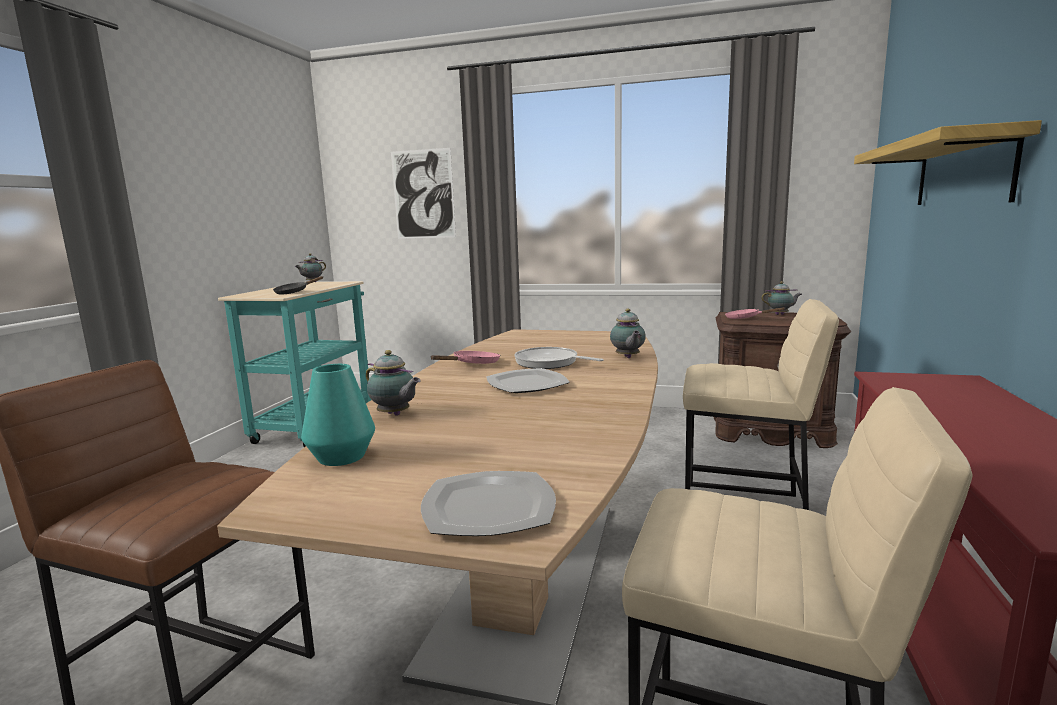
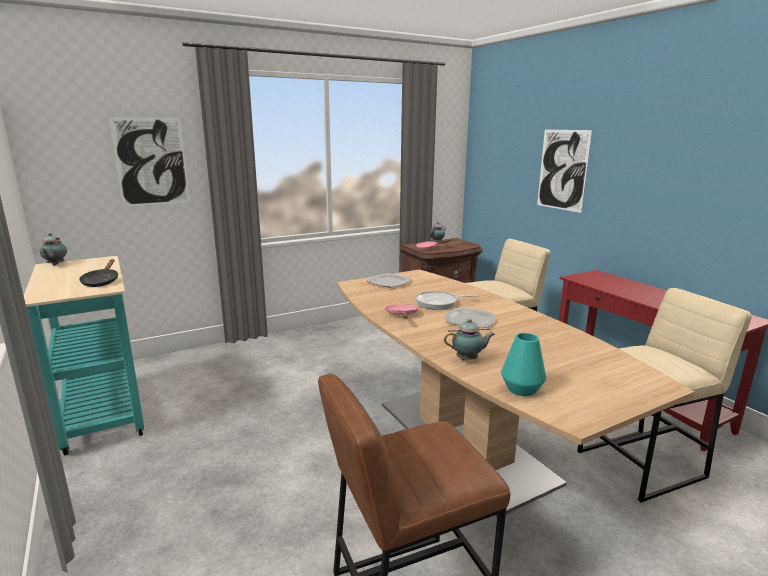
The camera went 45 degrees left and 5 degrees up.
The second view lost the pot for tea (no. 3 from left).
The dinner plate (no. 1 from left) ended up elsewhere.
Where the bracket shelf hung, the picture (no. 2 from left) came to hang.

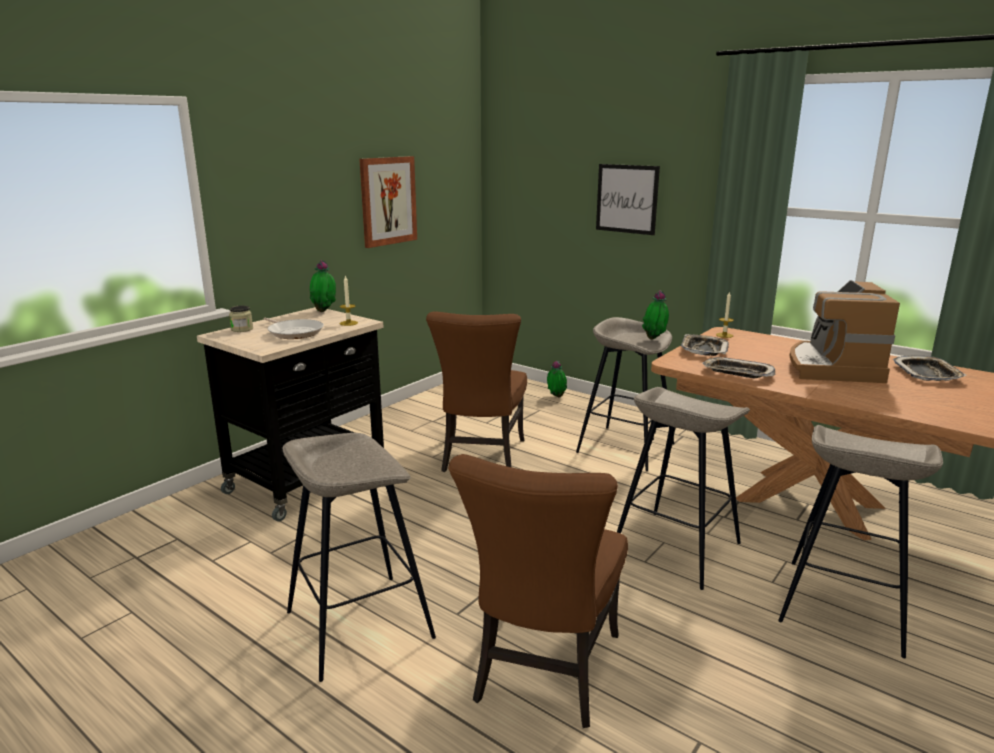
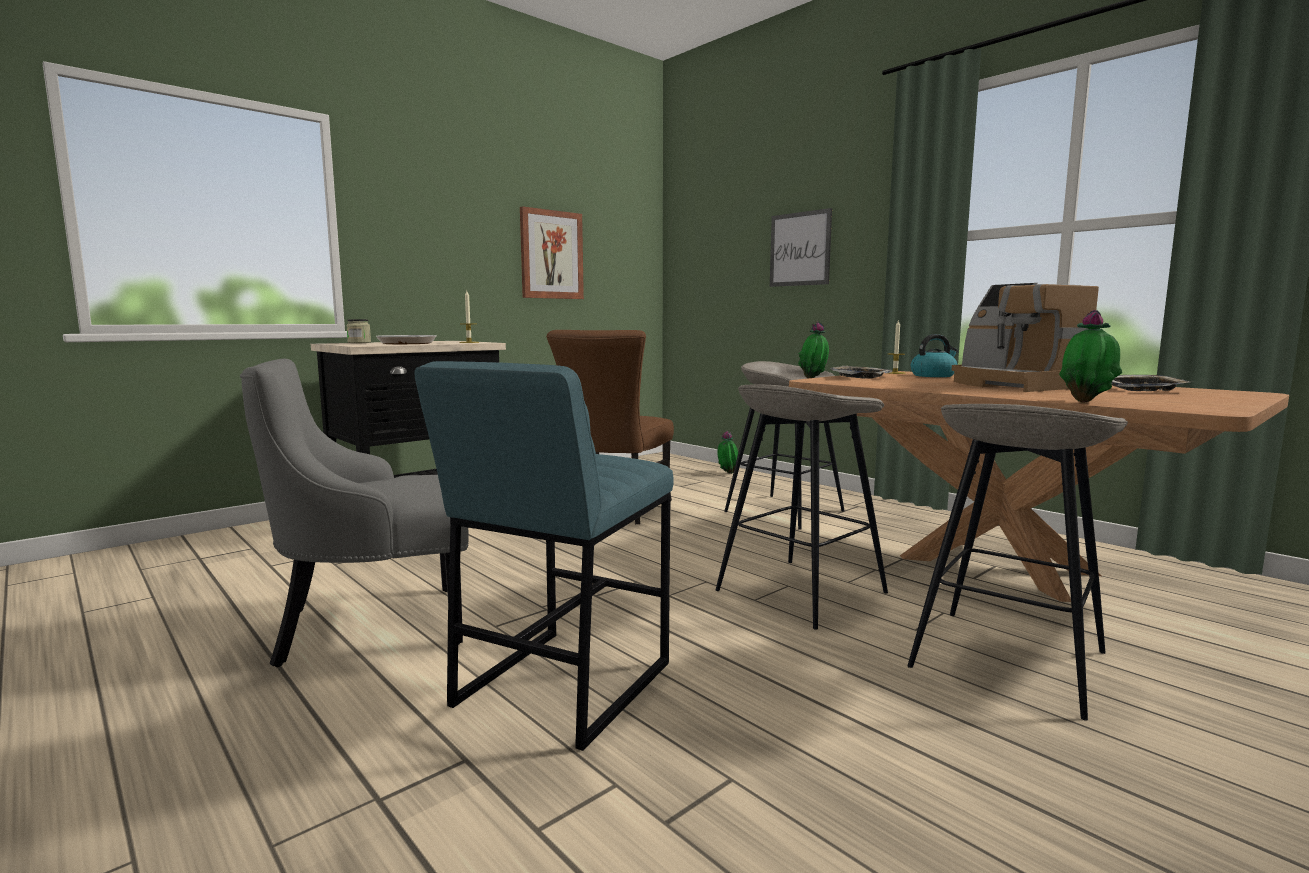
The camera went 10 degrees right and 10 degrees down.
The second view lost the tray (no. 2 from left).
The second view gained the water kettle.
The plant in a pot (no. 1 from left in the first image) ended up elsewhere.
Where the gray sitting stool (no. 1 from left) stood, the gray plain chair came to stand.
Where the brown plain chair (no. 2 from left) stood, the blue sitting stool came to stand.
The coffee maker ended up facing another way, 45 degrees counterclockwise from before.

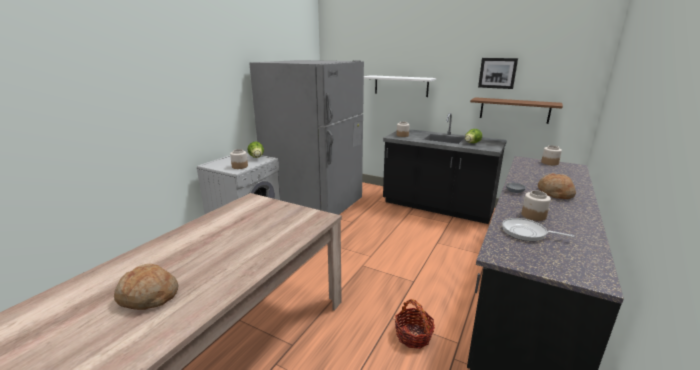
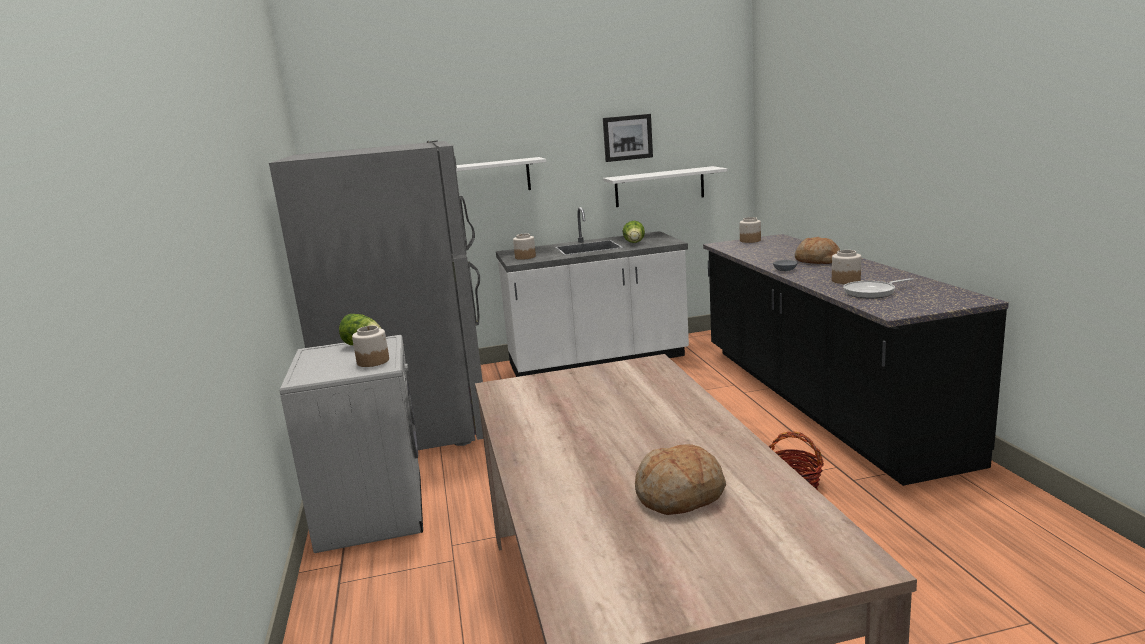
The camera went 40 degrees left and 5 degrees down.
What was the black kitchen counter (no. 1 from left) turned into the white kitchen counter.
What was the brown bracket shelf turned into the white bracket shelf (no. 2 from left).

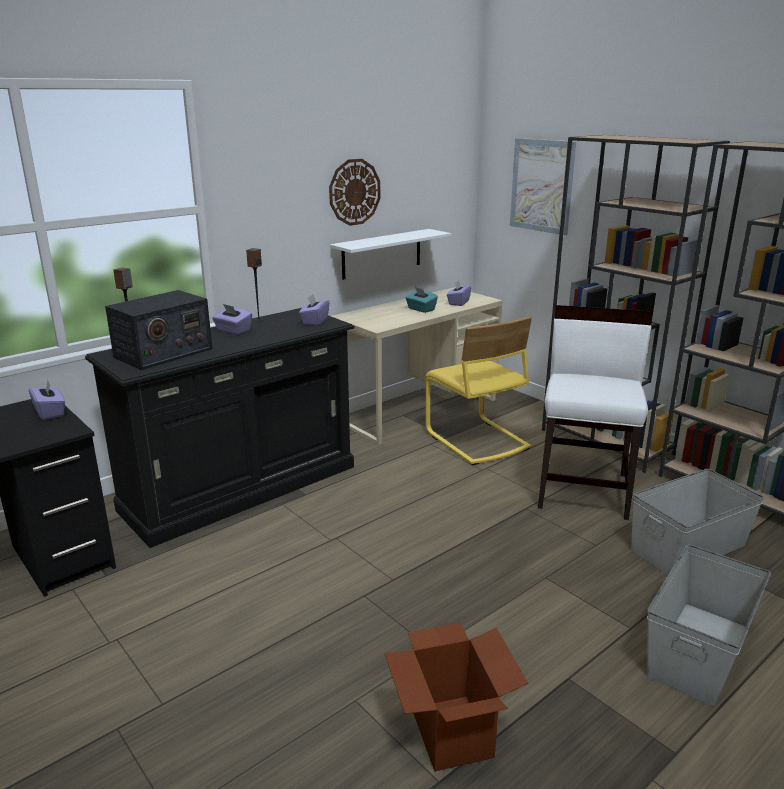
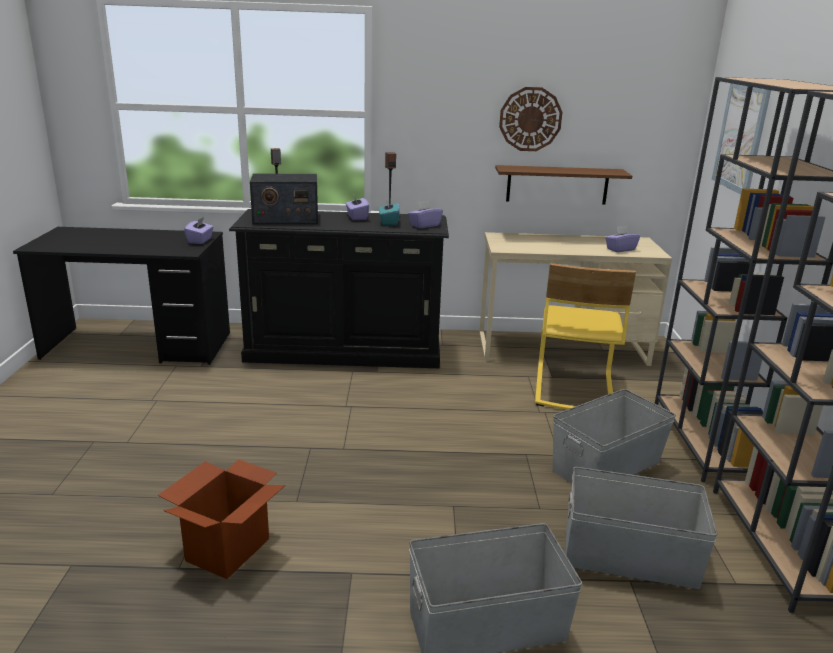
The camera went 40 degrees right and 0 degrees up.
The blue-green tissue holder ended up elsewhere.
Where the white plain chair stood, the gray storage bin (no. 2 from left) came to stand.
What was the white bracket shelf turned into the brown bracket shelf.

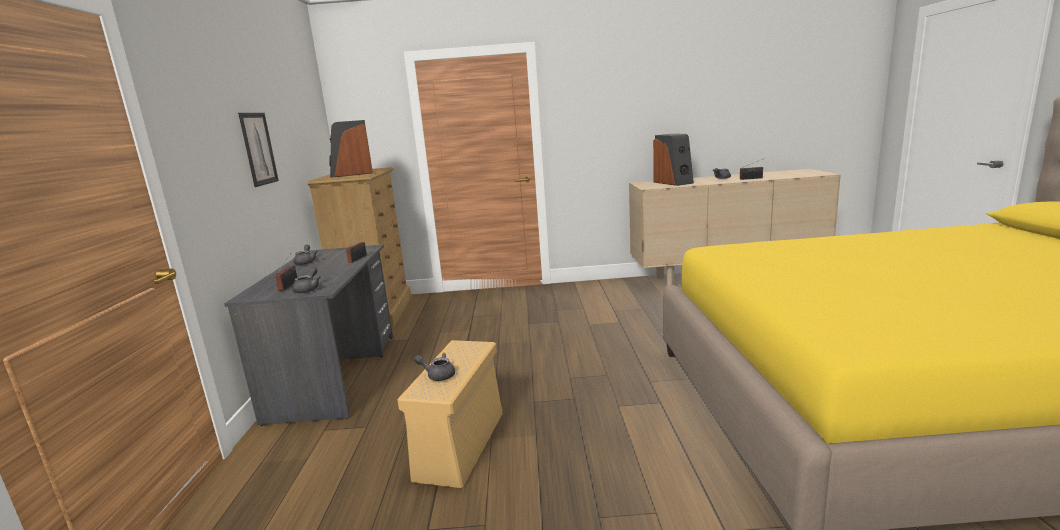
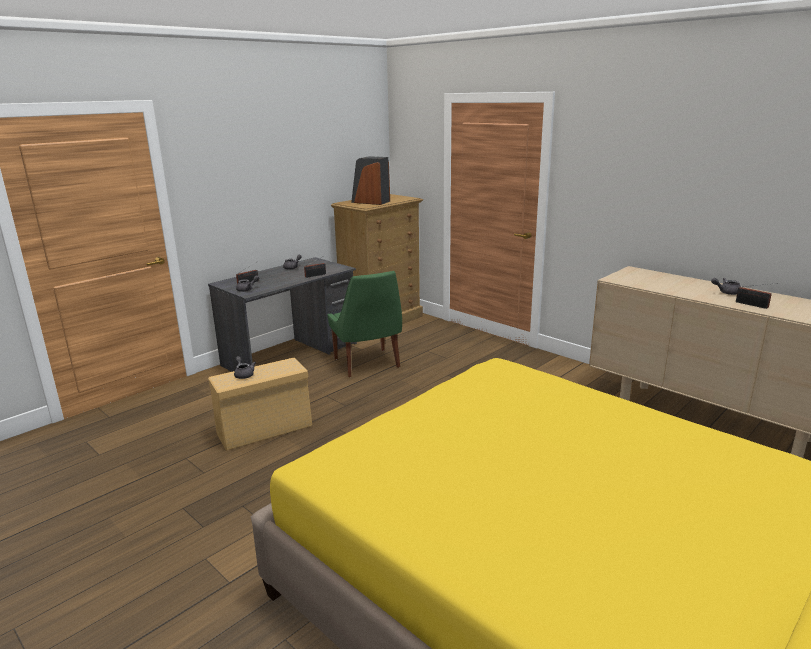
The camera went 45 degrees right and 5 degrees up.
The second view lost the picture.
The second view lost the loudspeaker (no. 2 from left).
The second view gained the green plain chair.

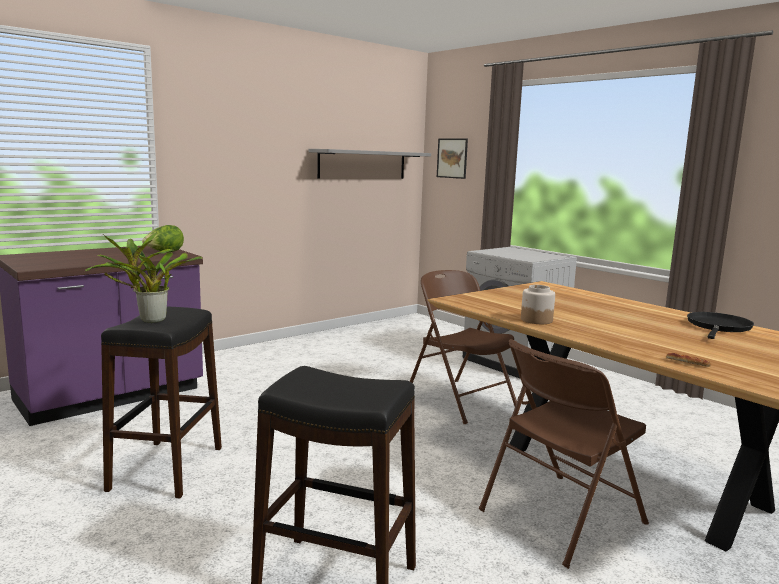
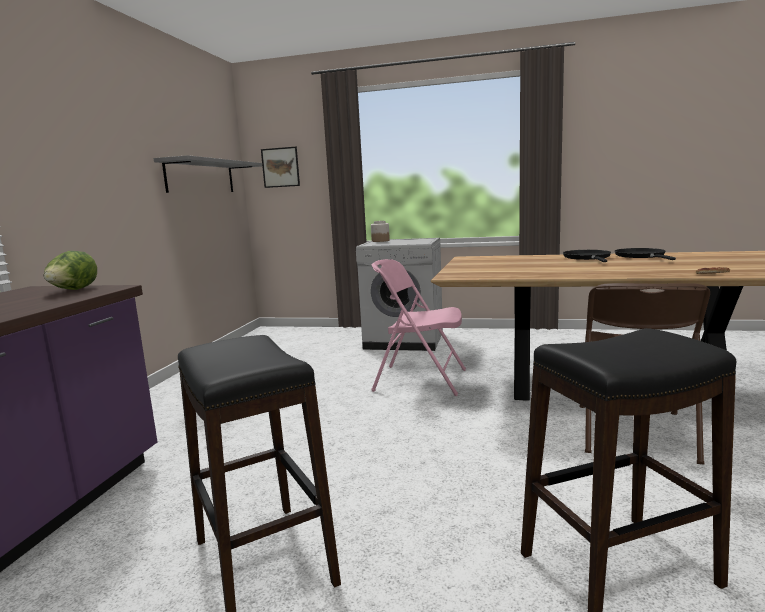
The camera went 35 degrees left and 0 degrees up.
The second view lost the plant in a pot.
The second view gained the black skillet (no. 1 from left).
The preserve jar ended up elsewhere.
What was the brown plain chair (no. 1 from left) turned into the pink-coloured plain chair.

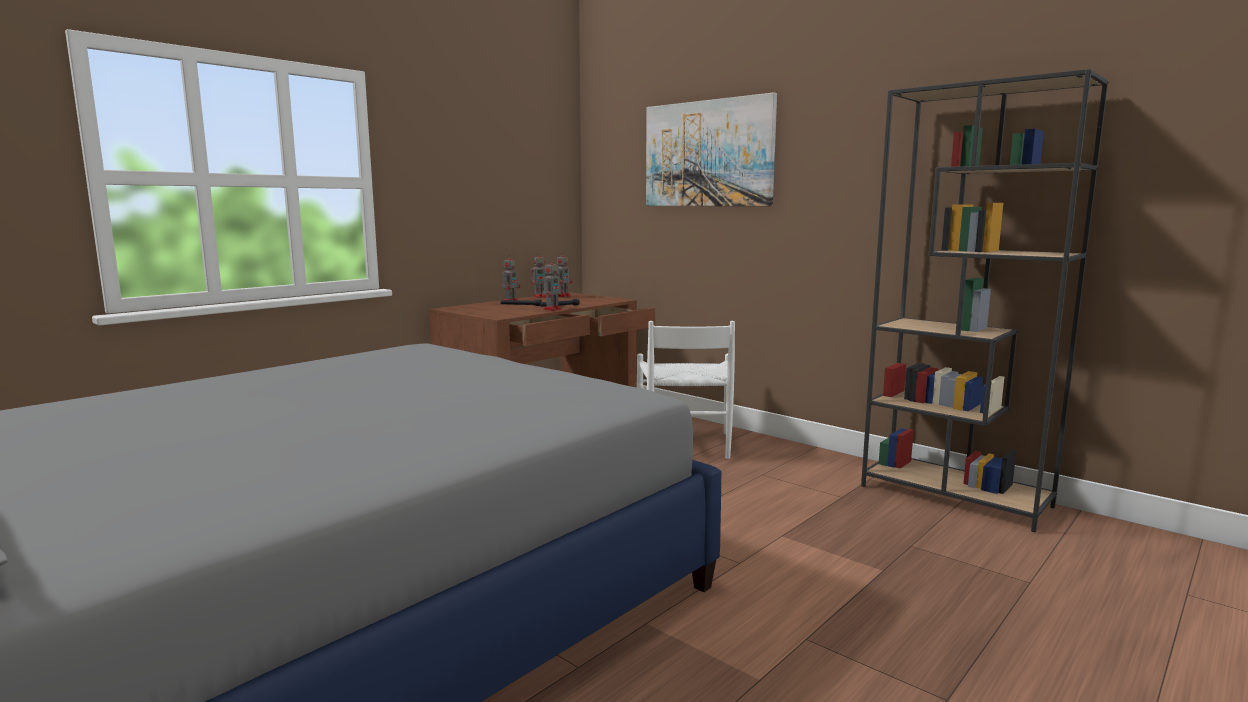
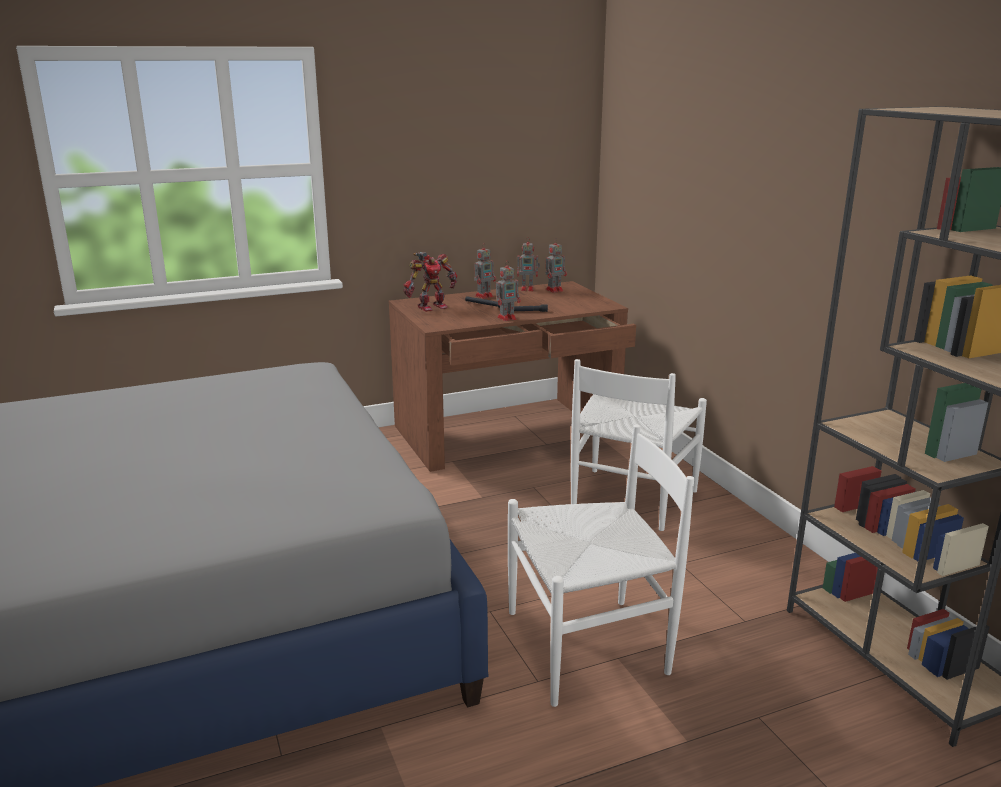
The camera went 25 degrees right and 10 degrees up.
The second view lost the picture.
The second view gained the robot figure (no. 1 from left).
The second view gained the white plain chair (no. 1 from left).

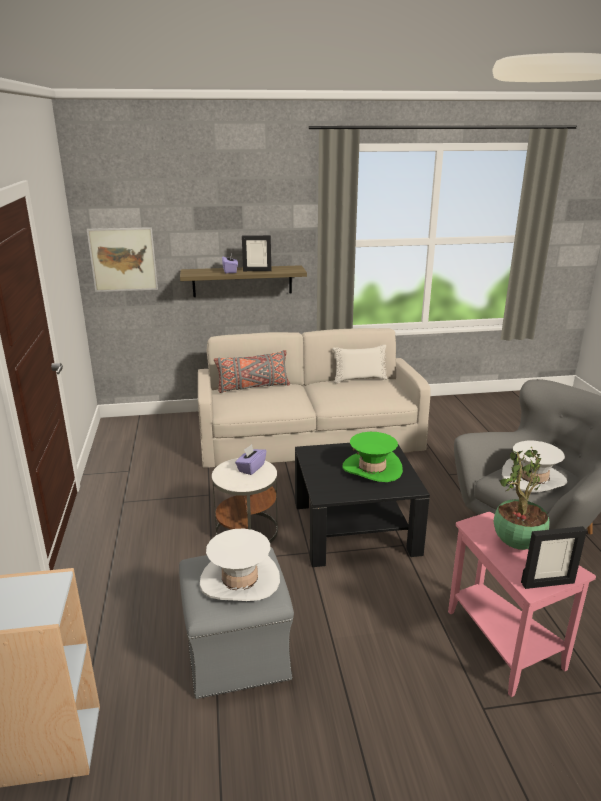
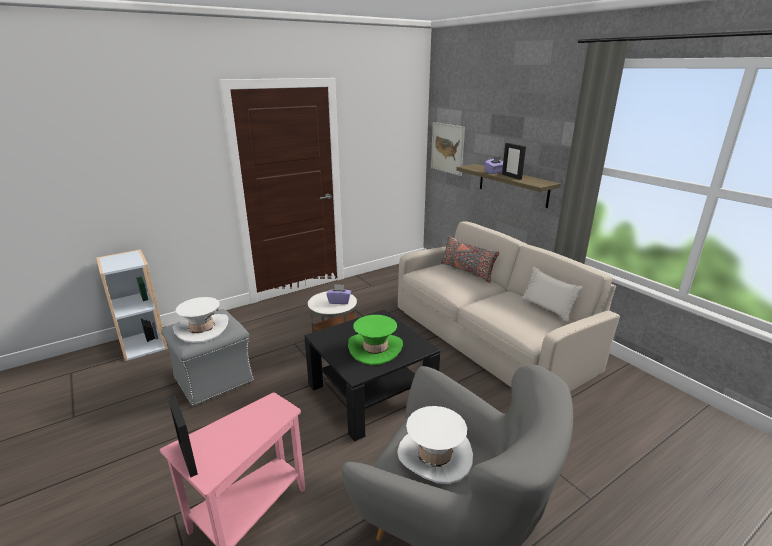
The camera went 65 degrees right and 0 degrees up.
The second view lost the plant in a pot.

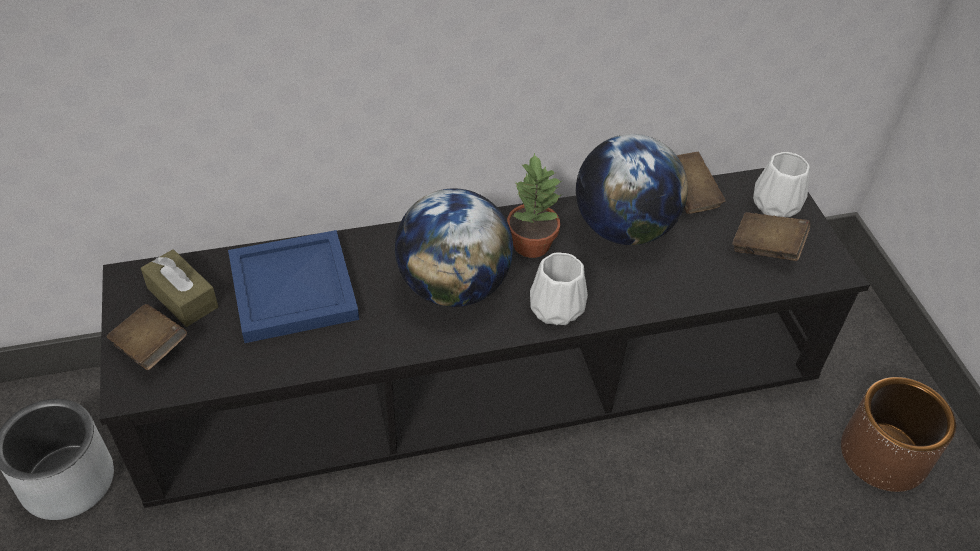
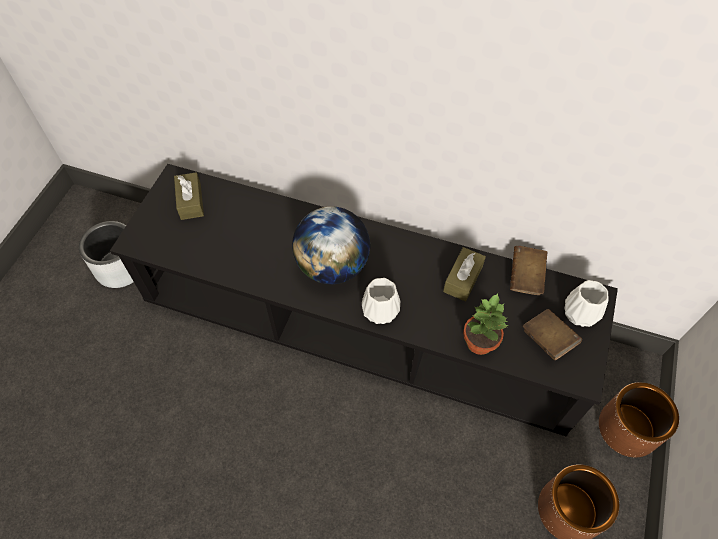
The camera went 35 degrees right and 10 degrees up.
The second view lost the brown bound book (no. 1 from left).
The second view lost the blue tray.
The second view gained the brown flower pot (no. 2 from left).
The plant in a pot ended up elsewhere.
Where the world globe (no. 2 from left) stood, the brown tissue holder (no. 2 from left) came to stand.

